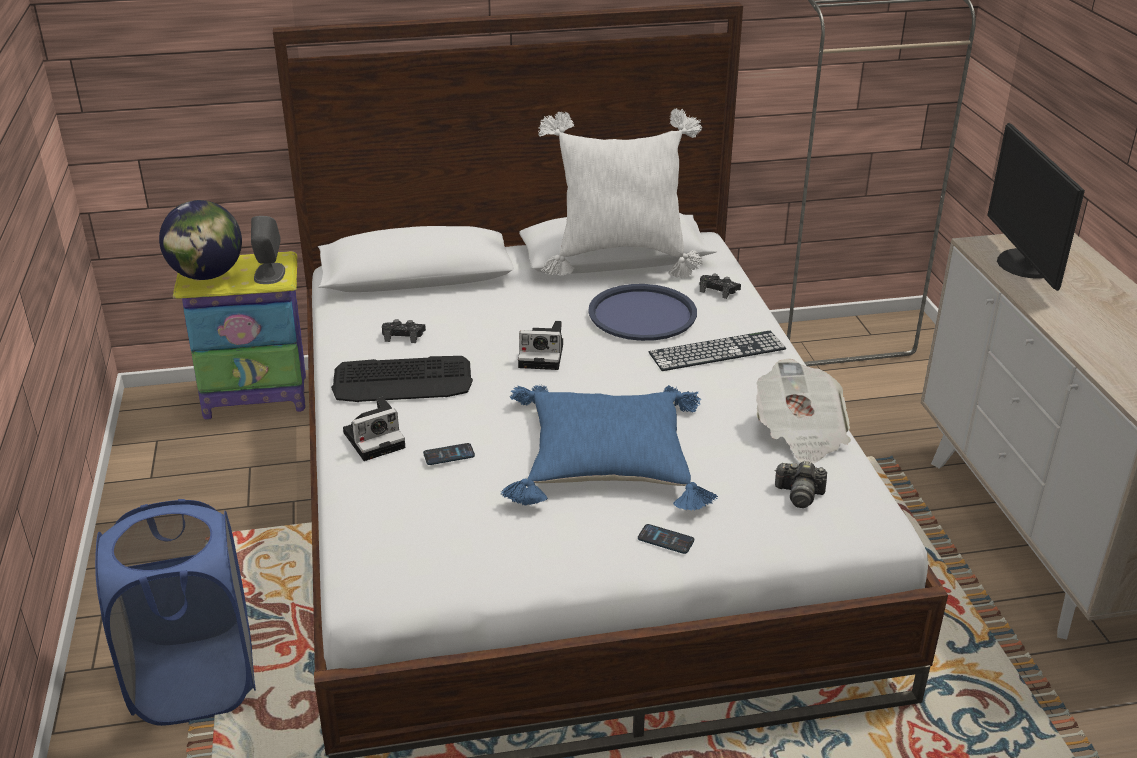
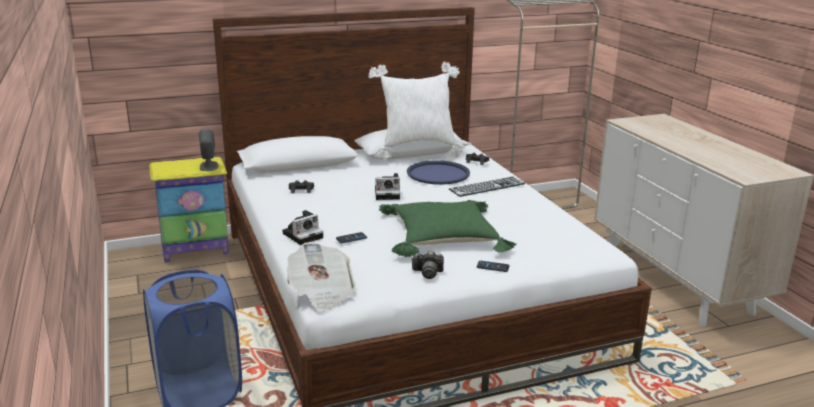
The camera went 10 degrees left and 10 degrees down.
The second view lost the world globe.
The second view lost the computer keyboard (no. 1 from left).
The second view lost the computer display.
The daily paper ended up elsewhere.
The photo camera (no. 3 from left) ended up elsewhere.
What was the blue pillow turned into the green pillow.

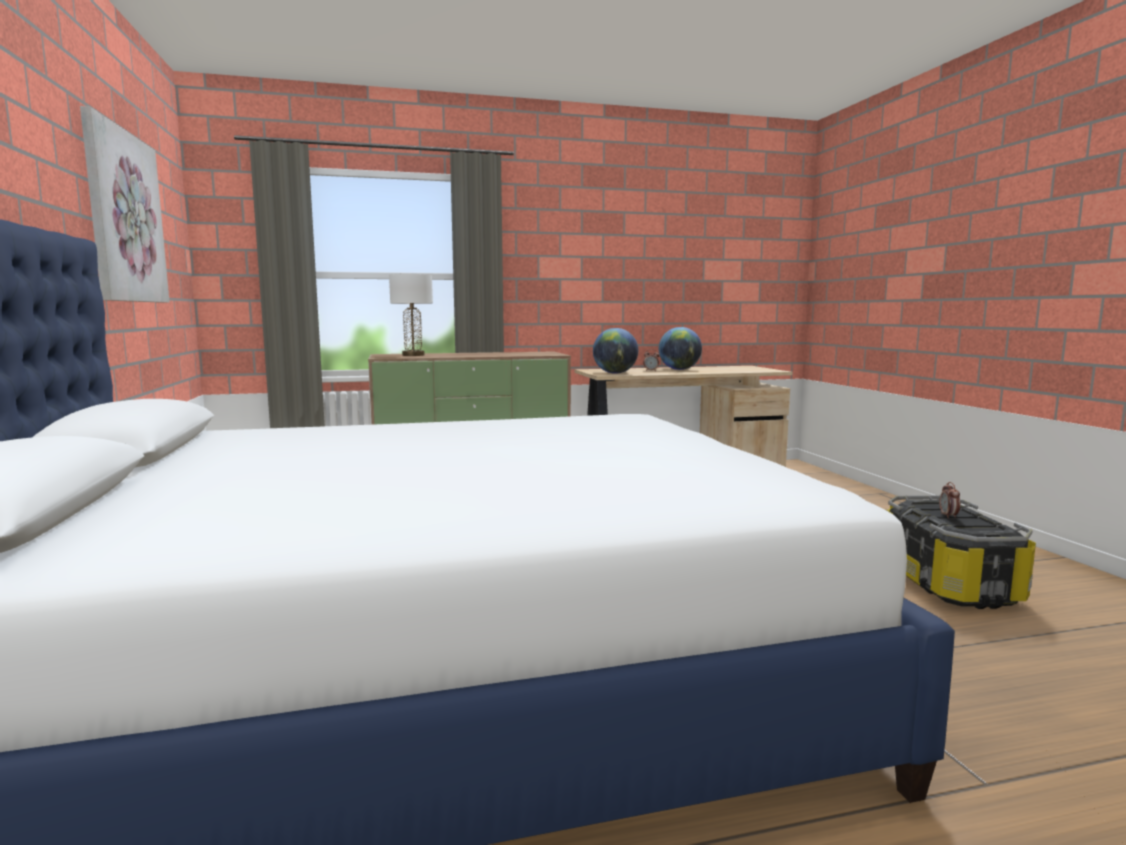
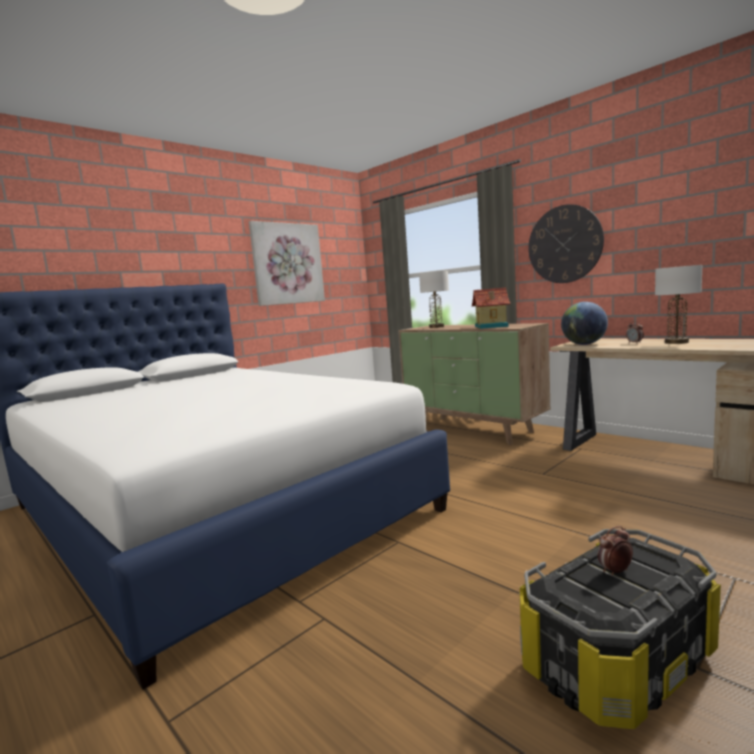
The camera went 60 degrees right and 0 degrees up.
The second view gained the toy house.
The second view gained the clock on the wall.
Where the world globe (no. 2 from left) stood, the tabletop lamp (no. 2 from left) came to stand.

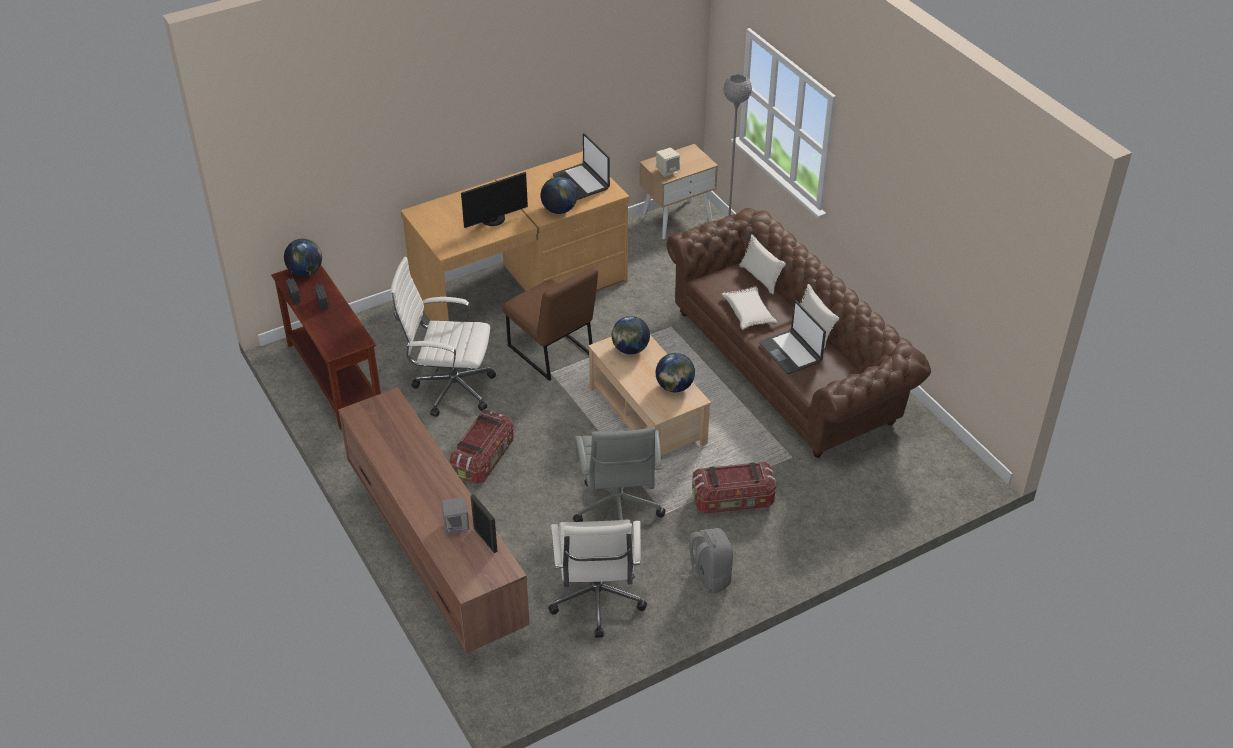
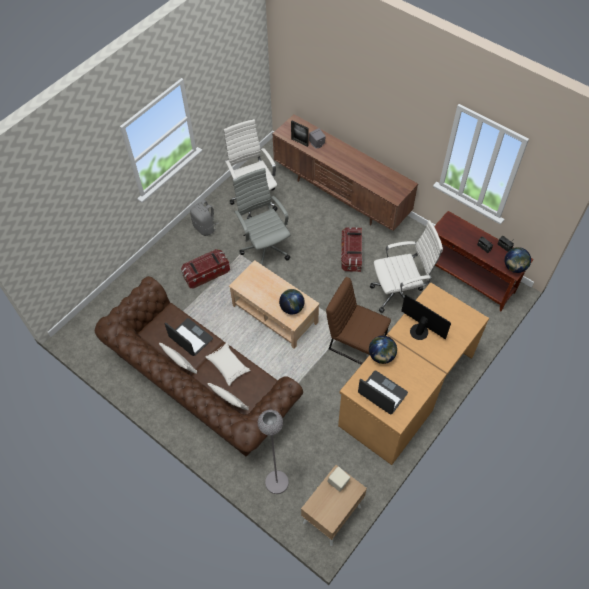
The camera went 160 degrees right and 15 degrees up.
The second view lost the world globe (no. 4 from left).
The computer display ended up facing another way, 90 degrees clockwise from before.

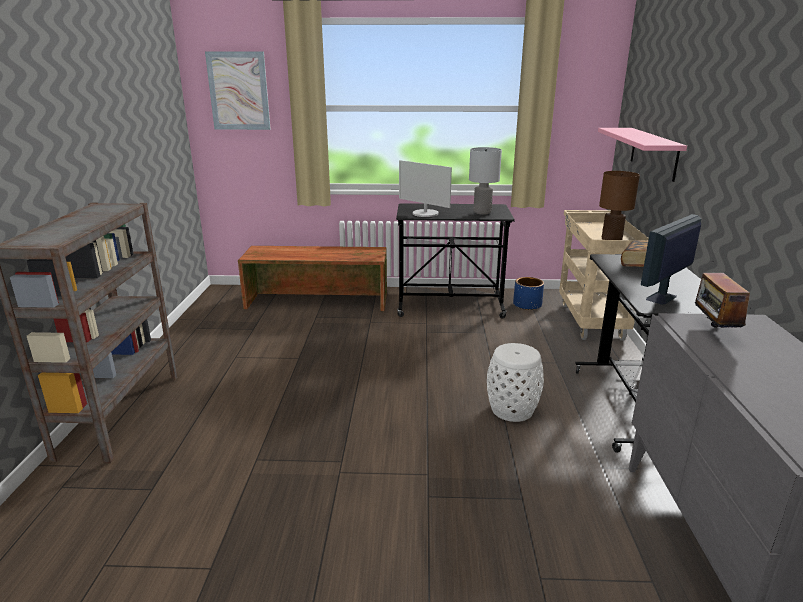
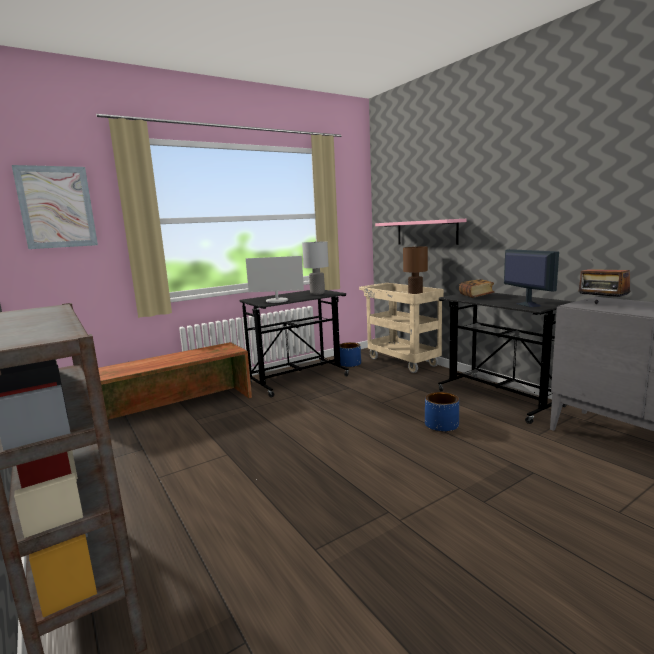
The camera went 35 degrees left and 10 degrees down.
Where the white sitting stool stood, the blue flower pot (no. 2 from left) came to stand.
The computer display (no. 2 from left) ended up facing another way, 150 degrees clockwise from before.

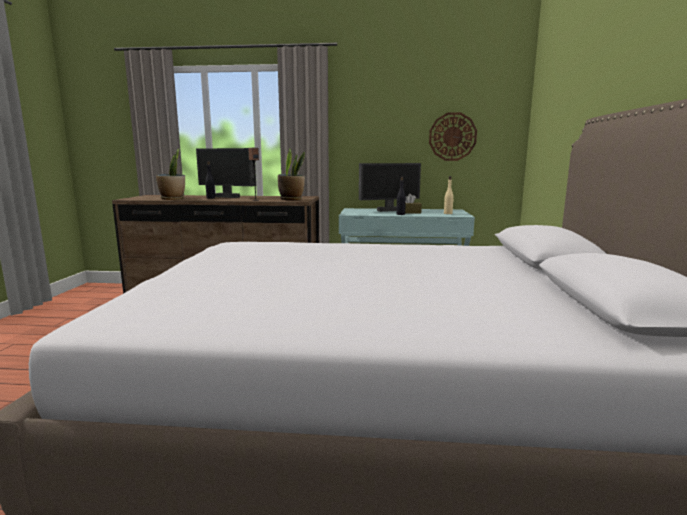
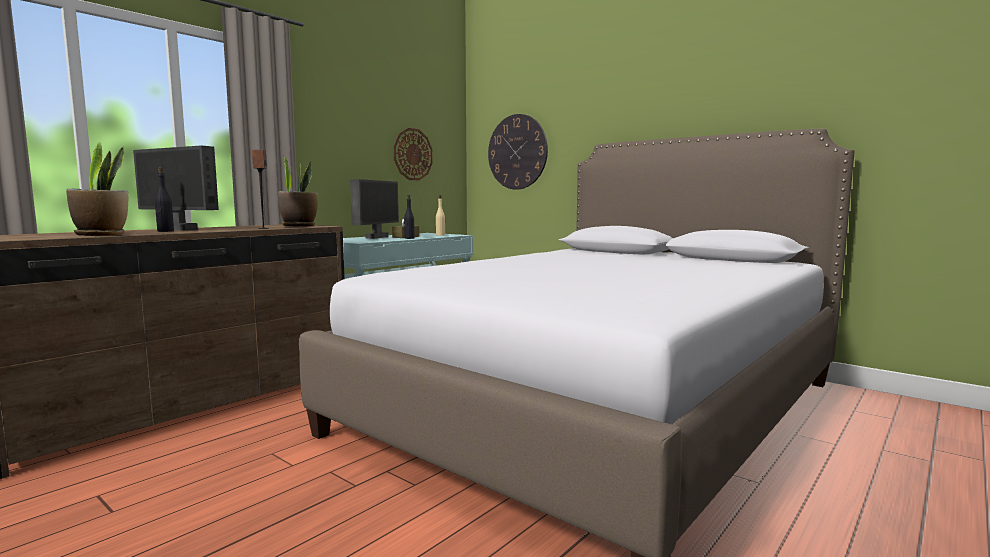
The camera went 55 degrees left and 5 degrees down.
The second view gained the clock on the wall (no. 2 from left).
The computer display (no. 1 from left) ended up facing another way, 60 degrees clockwise from before.

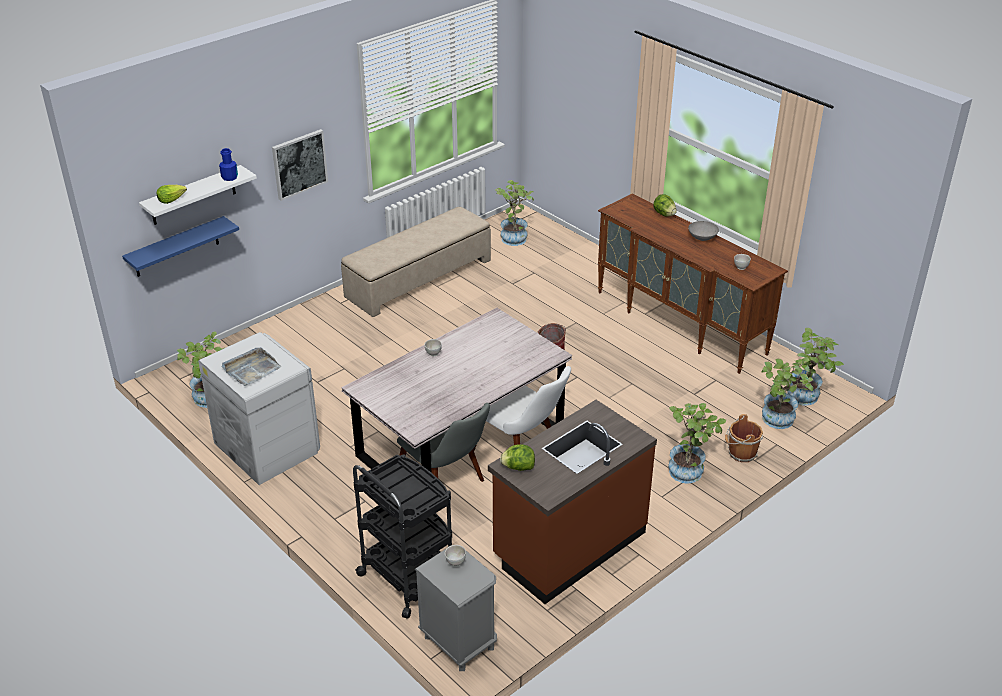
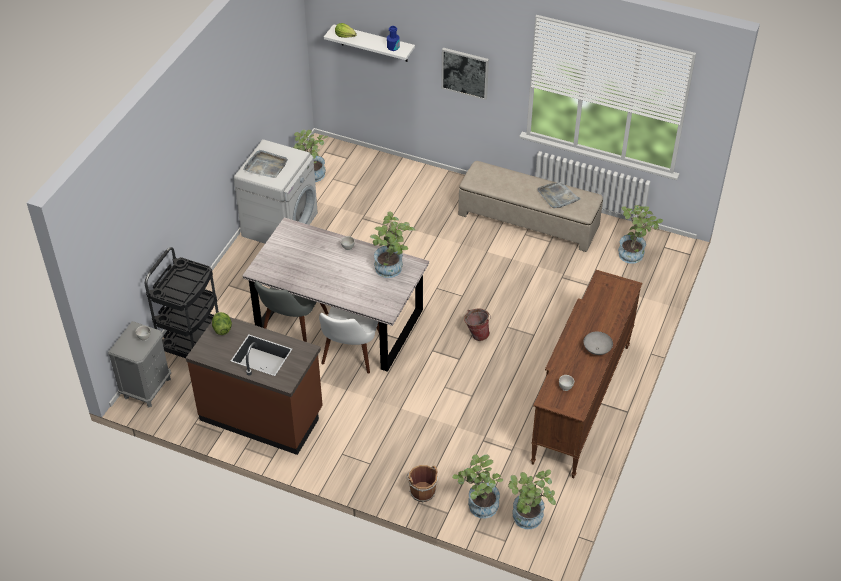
The camera went 65 degrees right and 10 degrees up.
The second view lost the blue bracket shelf.
The second view lost the lettuce head (no. 3 from left).
The second view gained the gray tray (no. 2 from left).
The plant in a pot (no. 3 from left in the first image) ended up elsewhere.

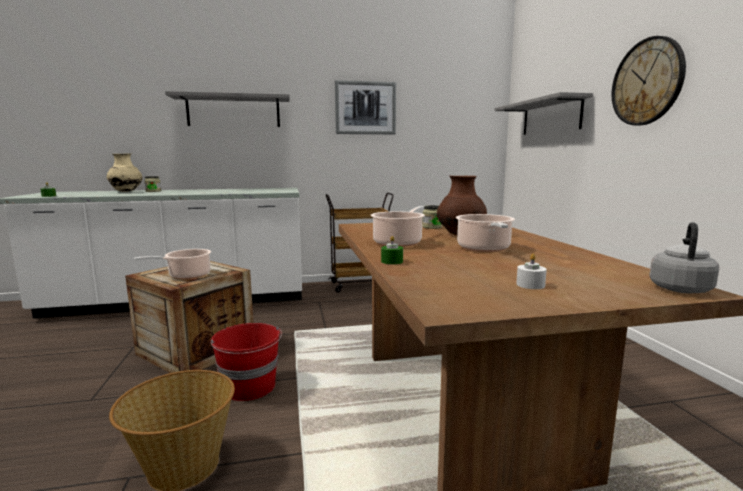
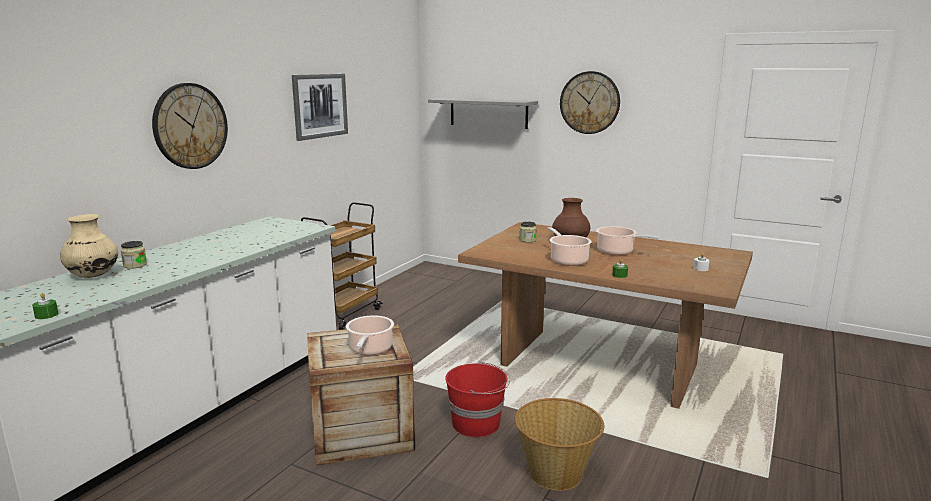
The camera went 50 degrees left and 5 degrees up.
The second view lost the gray water kettle.
Where the gray bracket shelf (no. 1 from left) hung, the clock on the wall (no. 1 from left) came to hang.

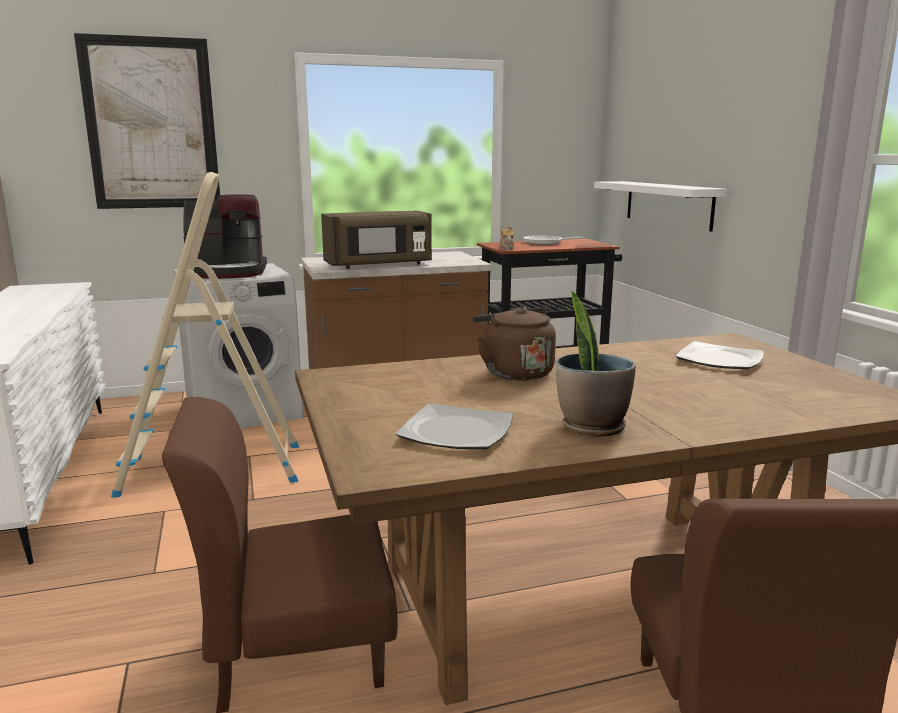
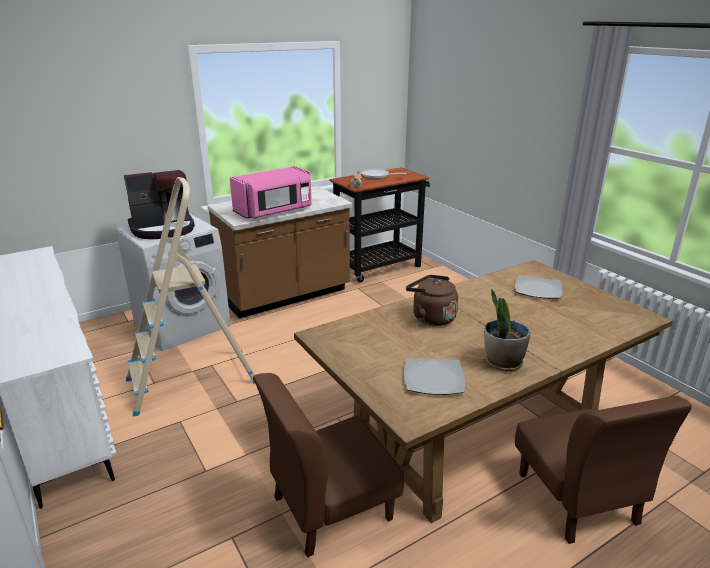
The camera went 15 degrees left and 10 degrees up.
The second view lost the picture.
The second view lost the white bracket shelf.
What was the brown kitchen microwave turned into the pink-coloured kitchen microwave.

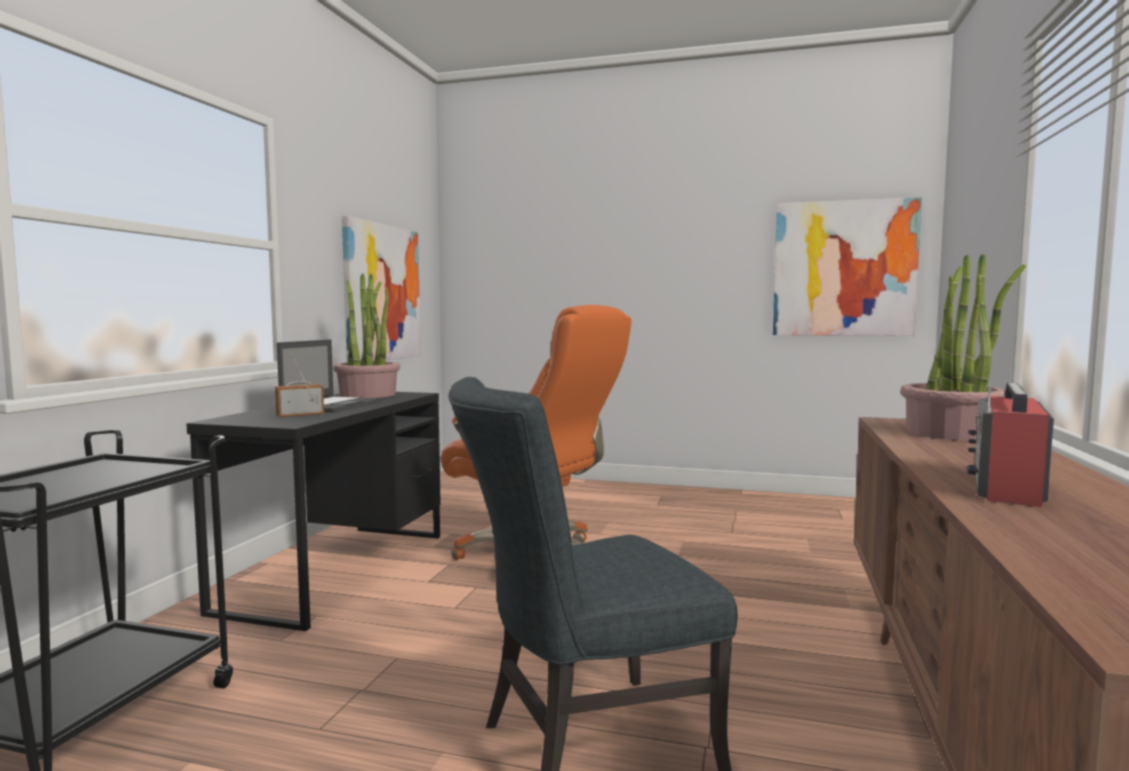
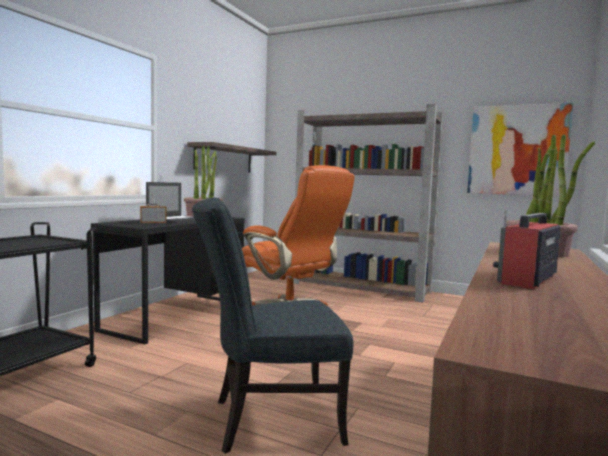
The camera went 10 degrees right and 0 degrees up.
The second view gained the brown bookcase.
Where the picture (no. 1 from left) hung, the bracket shelf came to hang.

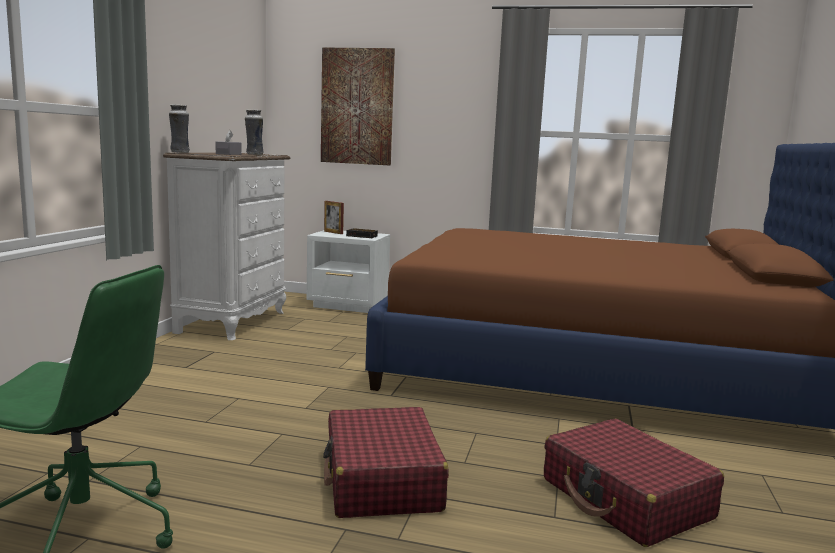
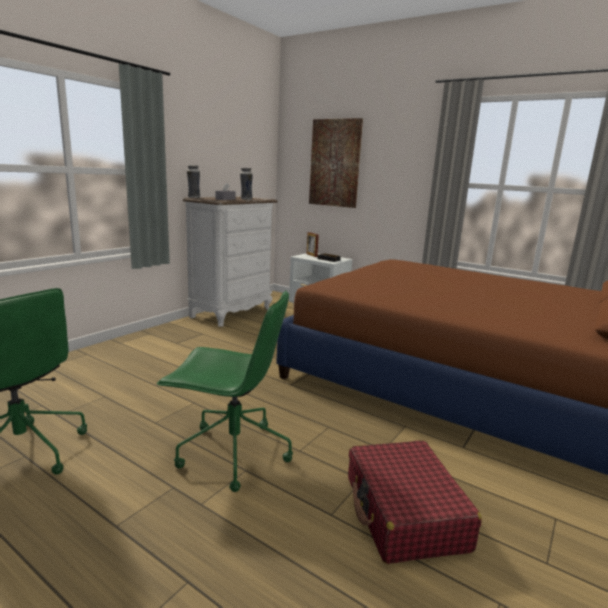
The camera went 20 degrees right and 5 degrees up.
Where the reddish piece of luggage (no. 1 from left) stood, the green desk chair (no. 2 from left) came to stand.

